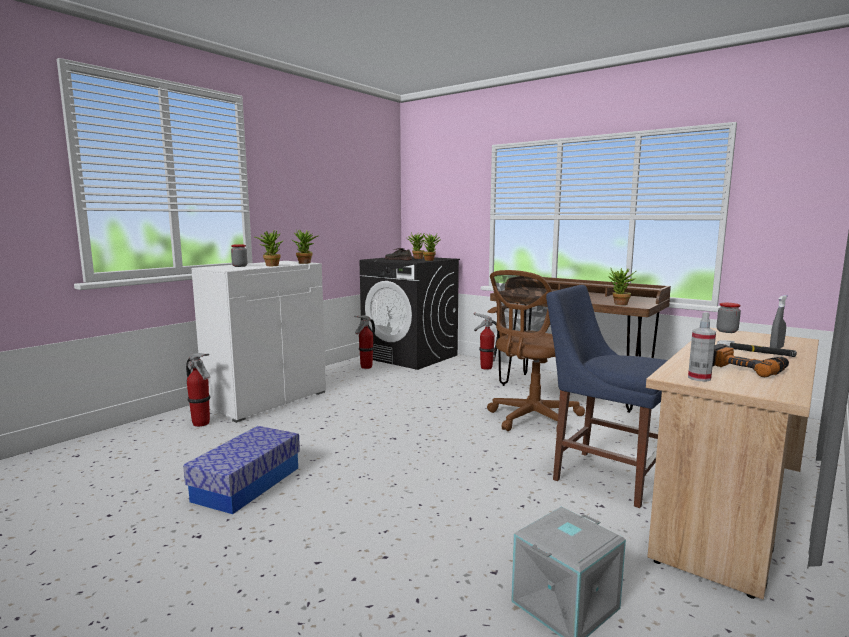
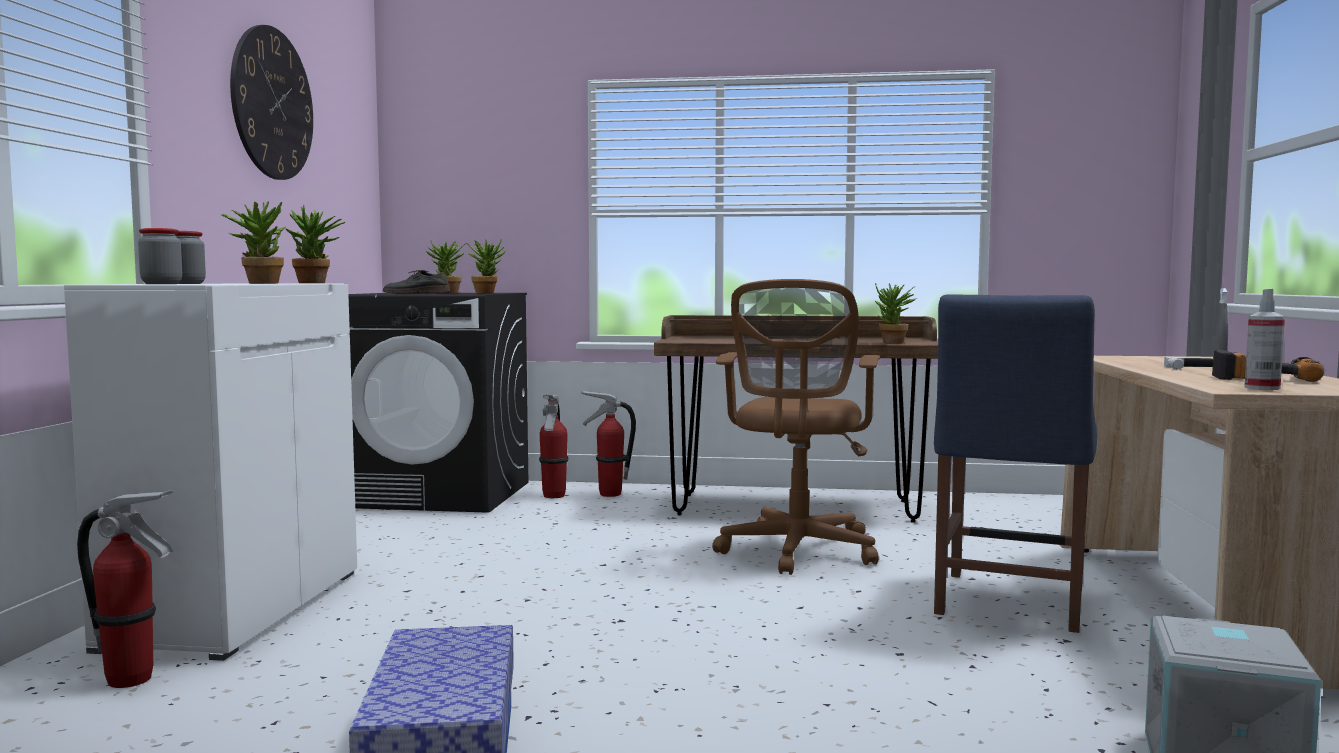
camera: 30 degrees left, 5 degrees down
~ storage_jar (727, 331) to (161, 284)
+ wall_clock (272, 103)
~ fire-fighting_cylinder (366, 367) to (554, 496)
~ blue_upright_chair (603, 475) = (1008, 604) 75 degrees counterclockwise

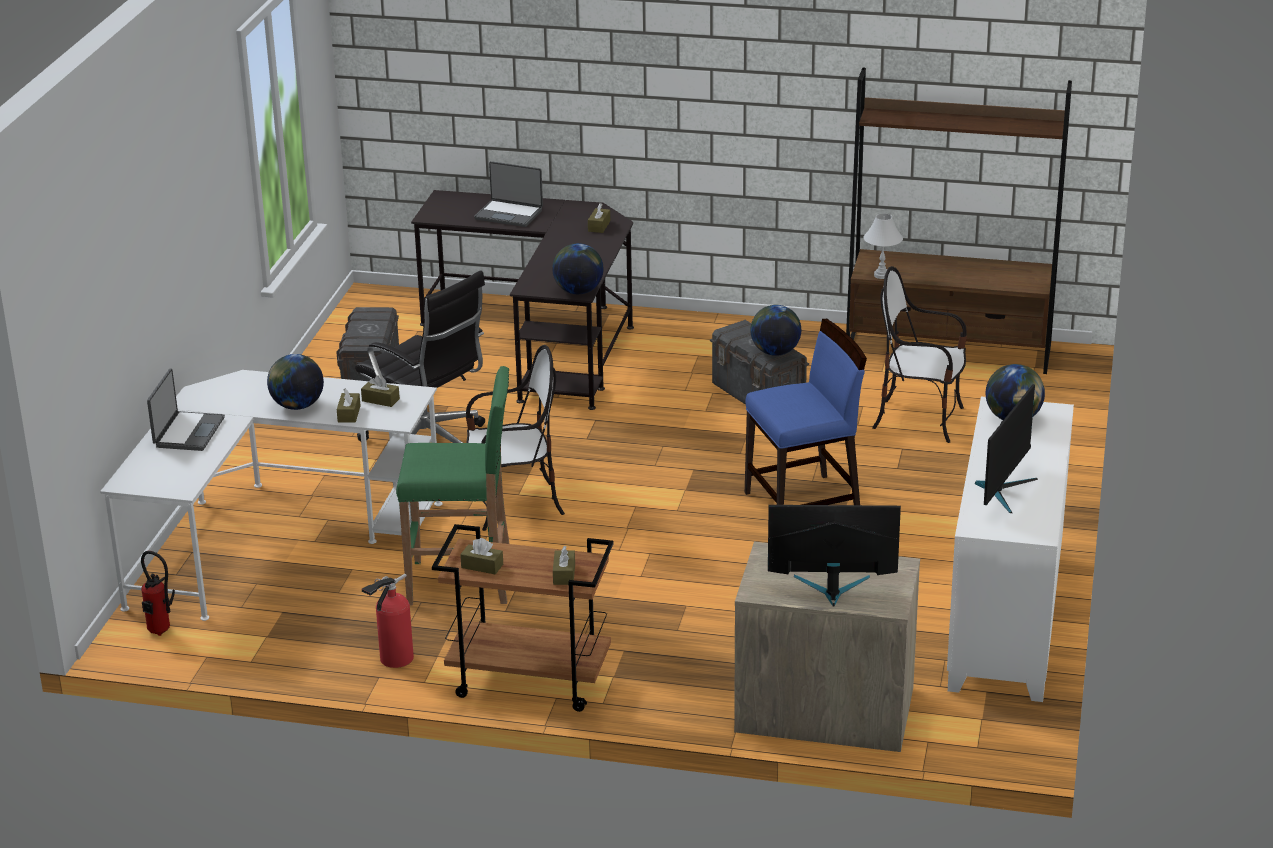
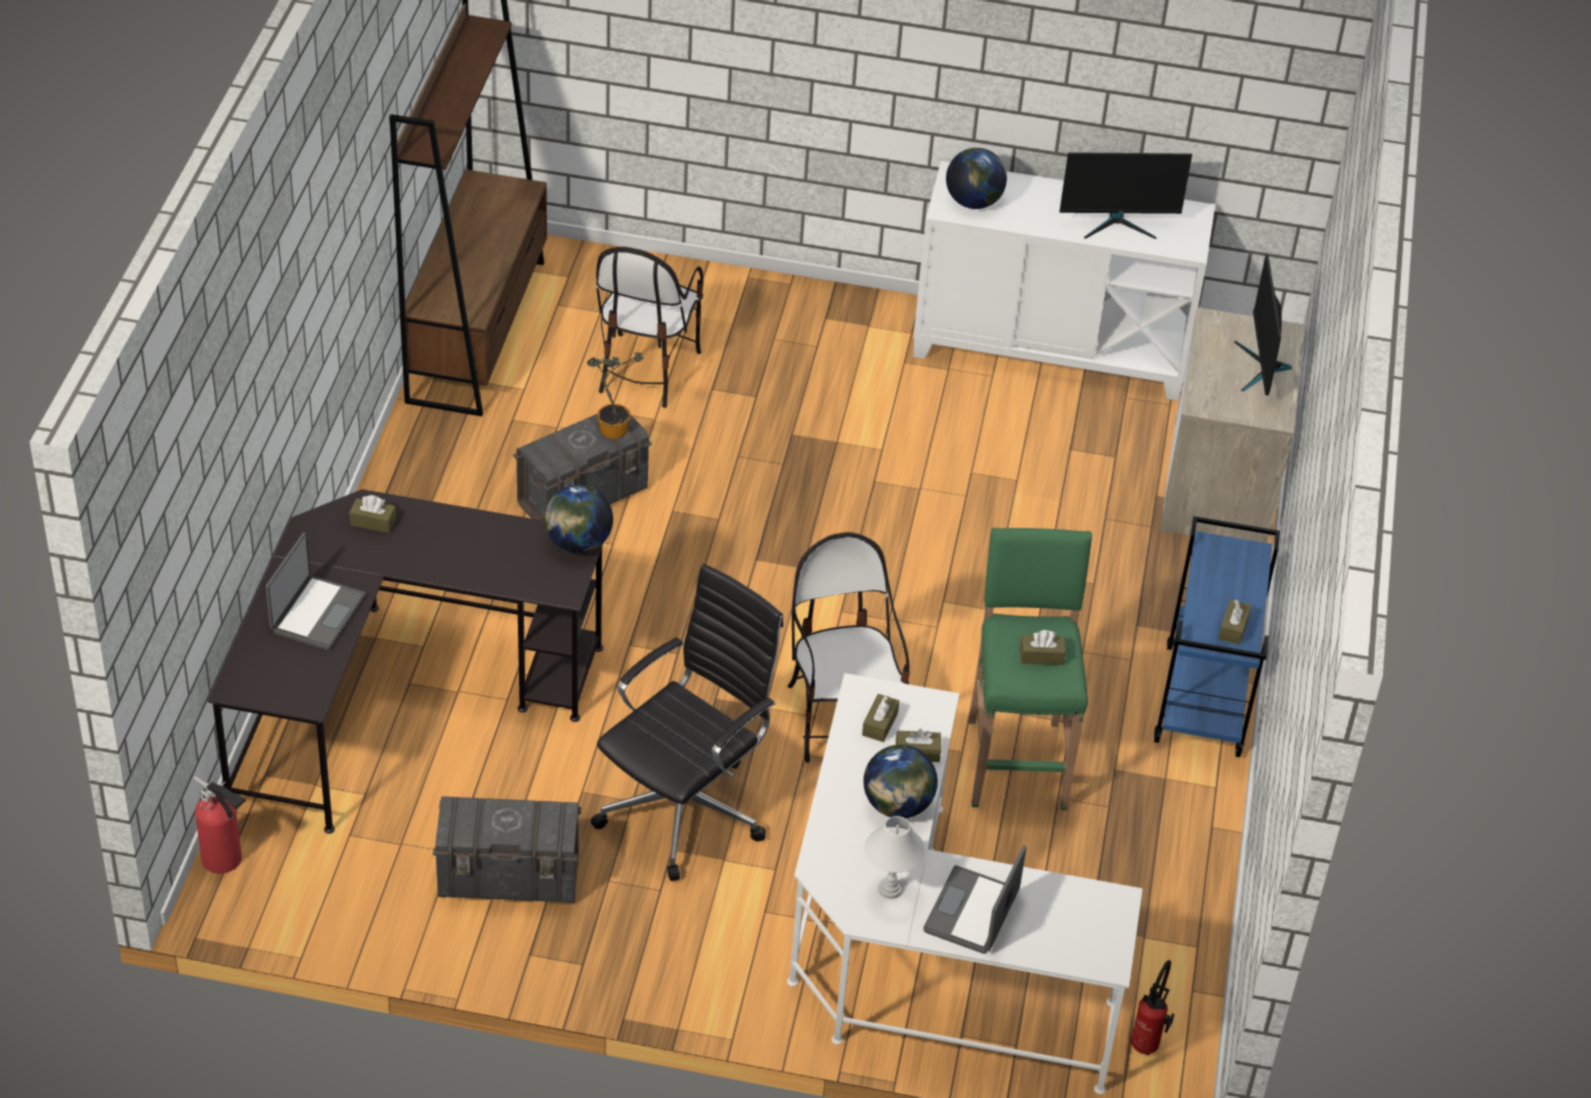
camera: 95 degrees left, 15 degrees up
~ fire-fighting_cylinder (393, 660) to (224, 861)
~ globe (775, 352) to potted_plant (611, 427)
~ whitish_table_lamp (881, 275) to (890, 890)
~ notebook_computer (188, 432) = (973, 912) 75 degrees counterclockwise
~ brownish_box_of_tissues (564, 574) to (1041, 656)
~ computer_display (1003, 490) = (1118, 224) 150 degrees clockwise
~ brownish_cart (527, 682) to blue_cart (1204, 701)
- blue_upright_chair (804, 504)

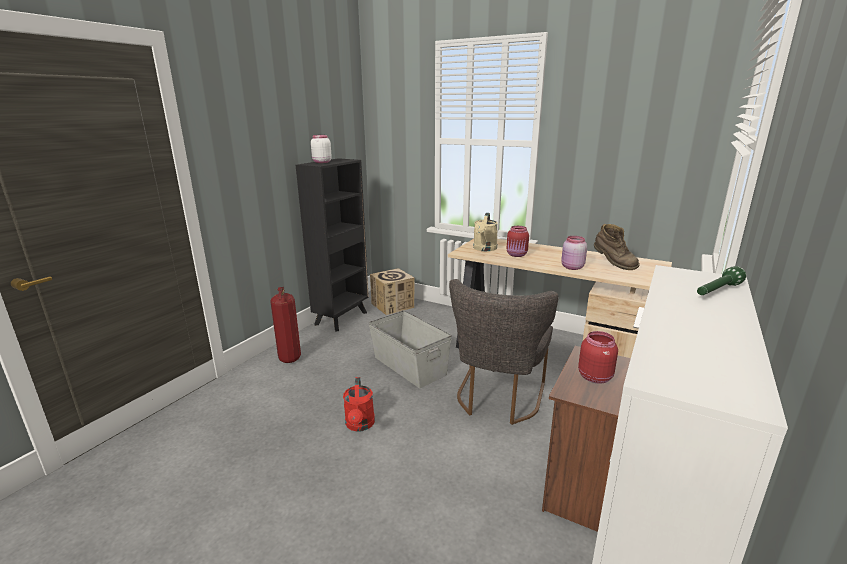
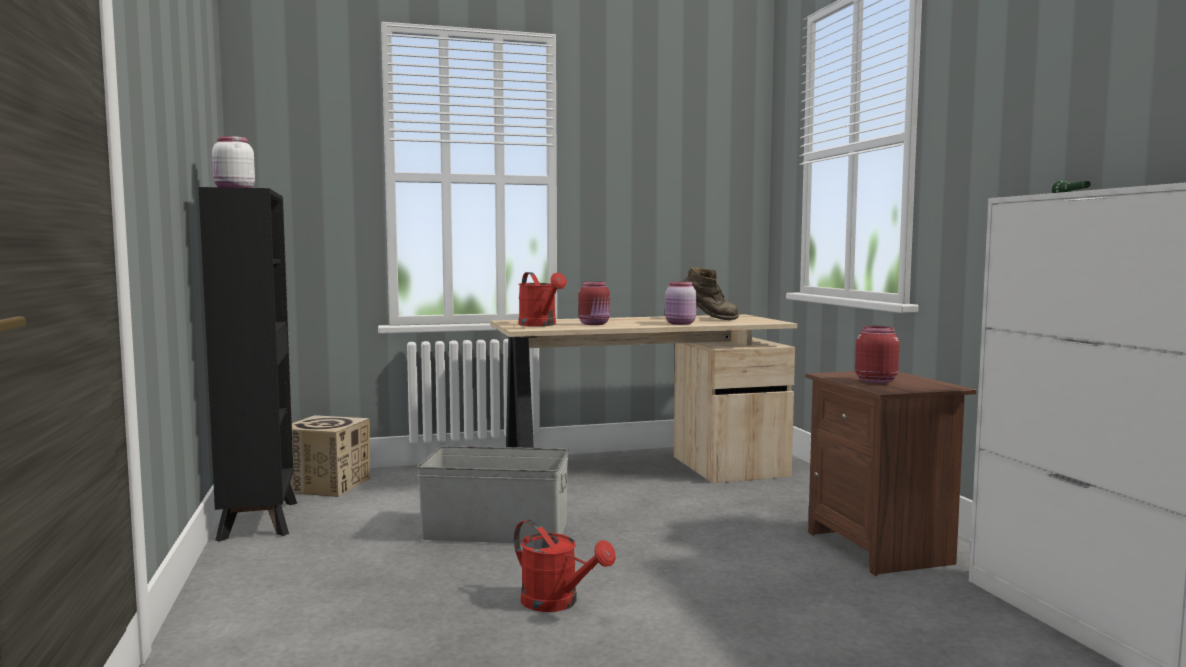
camera: 45 degrees left, 15 degrees down
~ sand-coloured_watering_can (484, 249) to red_watering_can (541, 325)
- fire-fighting_cylinder (289, 358)
- greyish_upright_chair (497, 399)

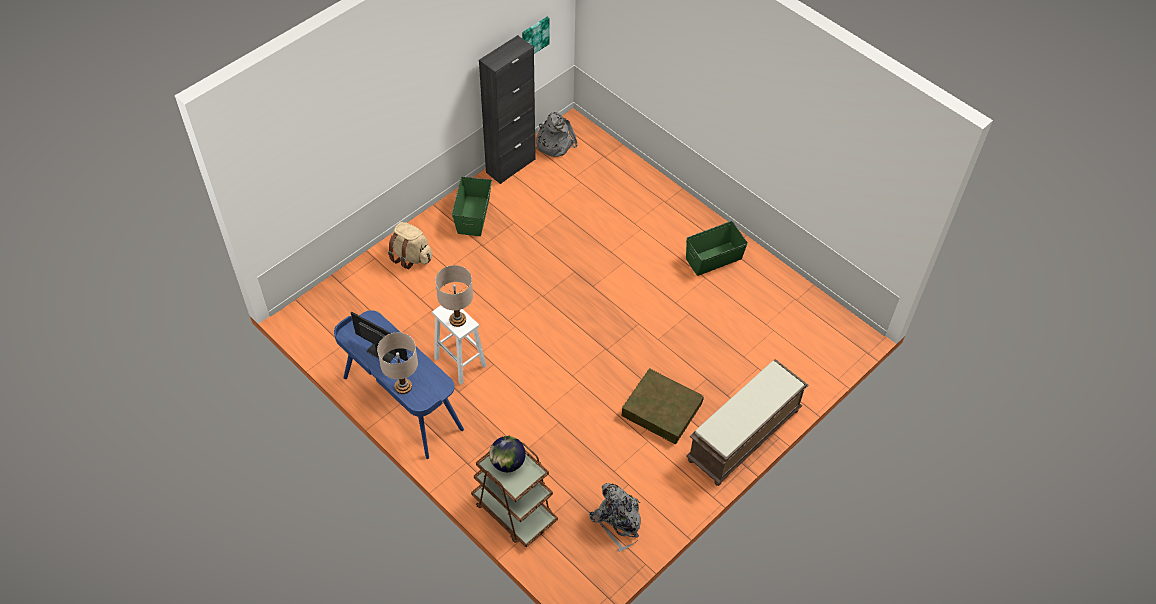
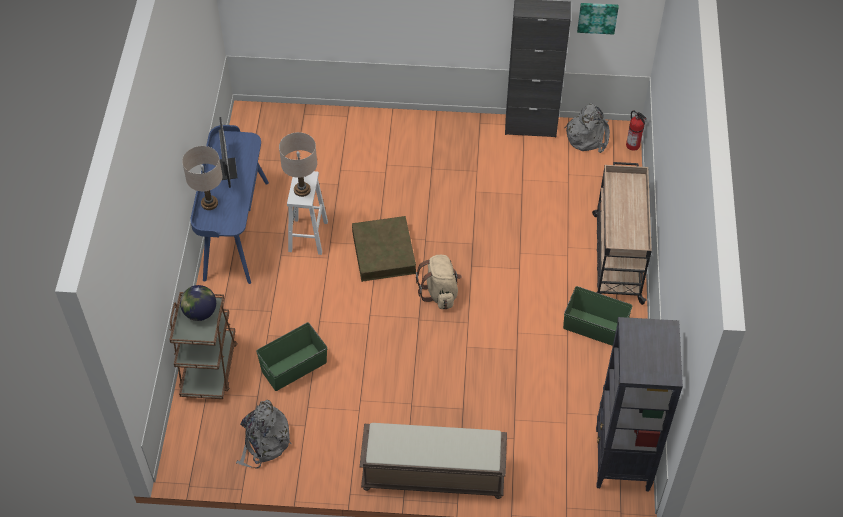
camera: 50 degrees right, 0 degrees up
~ greenish_storage_bin (473, 216) to (293, 366)
~ brownish_storage_bin (661, 409) to (384, 253)
~ sand-coloured_backpack (411, 256) to (440, 292)
+ sand-coloured_cart (617, 257)
+ black_shelving_unit (621, 460)
+ fire-fighting_cylinder (633, 145)

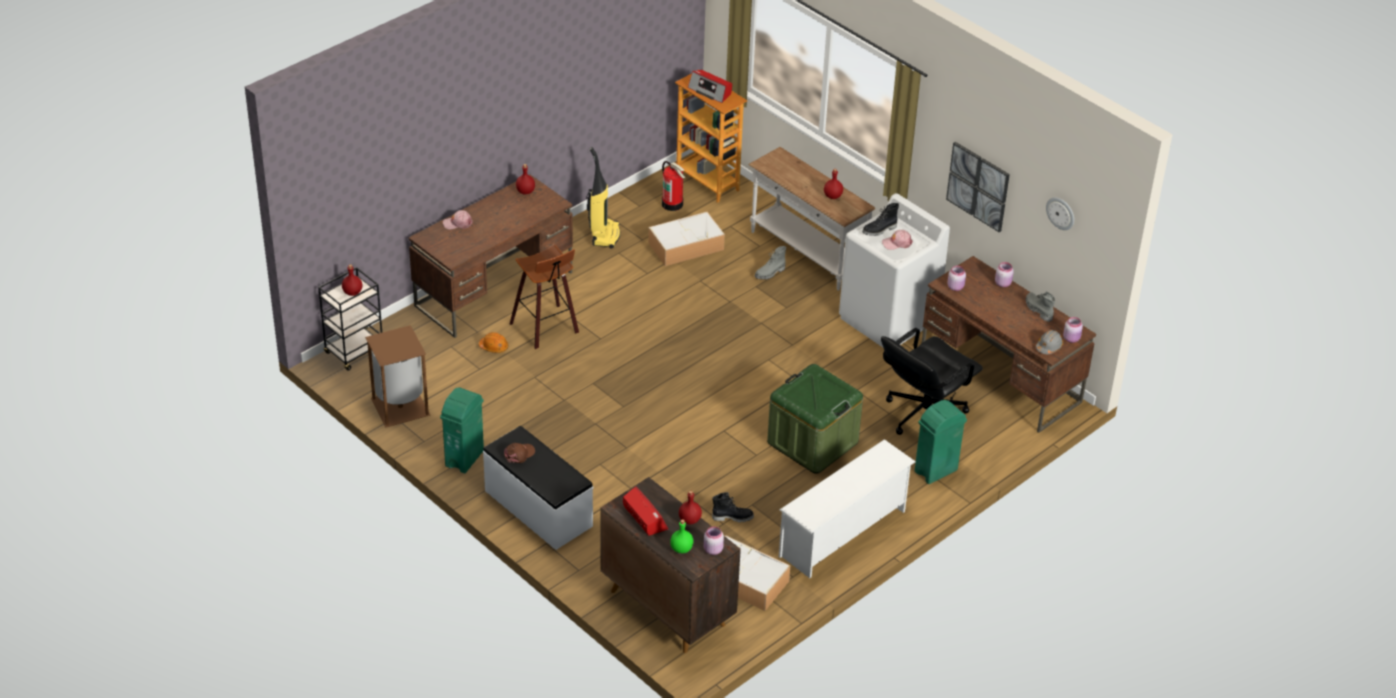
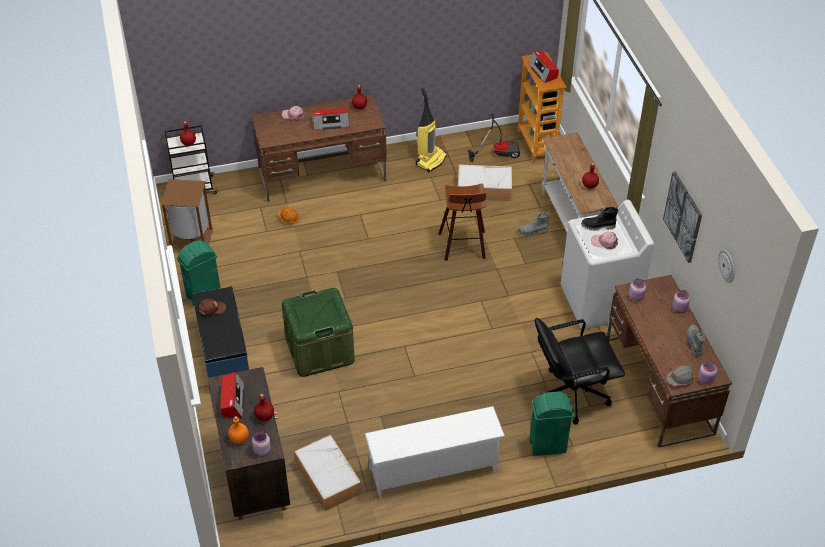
camera: 30 degrees right, 5 degrees up
~ whitish_long_seat (537, 509) to blue_long_seat (223, 355)
~ greenish_drink_bottle (681, 548) to orangey_drink_bottle (239, 438)
~ greenish_storage_bin (812, 442) to (319, 350)
+ radio_receiver (331, 123)
~ stool (547, 328) to (463, 247)
~ fire-fighting_cylinder (672, 204) to vacuum (498, 153)
- black_boot (732, 517)

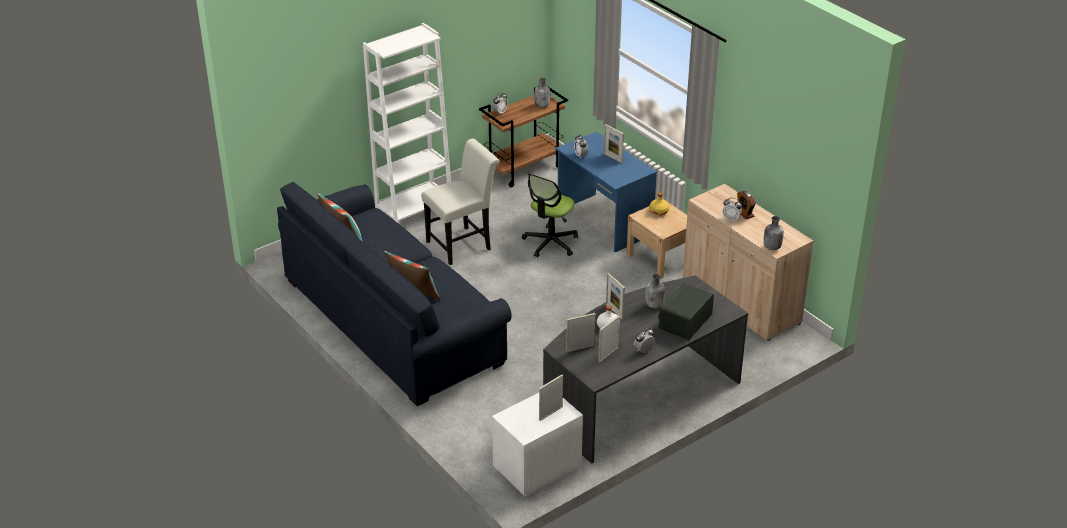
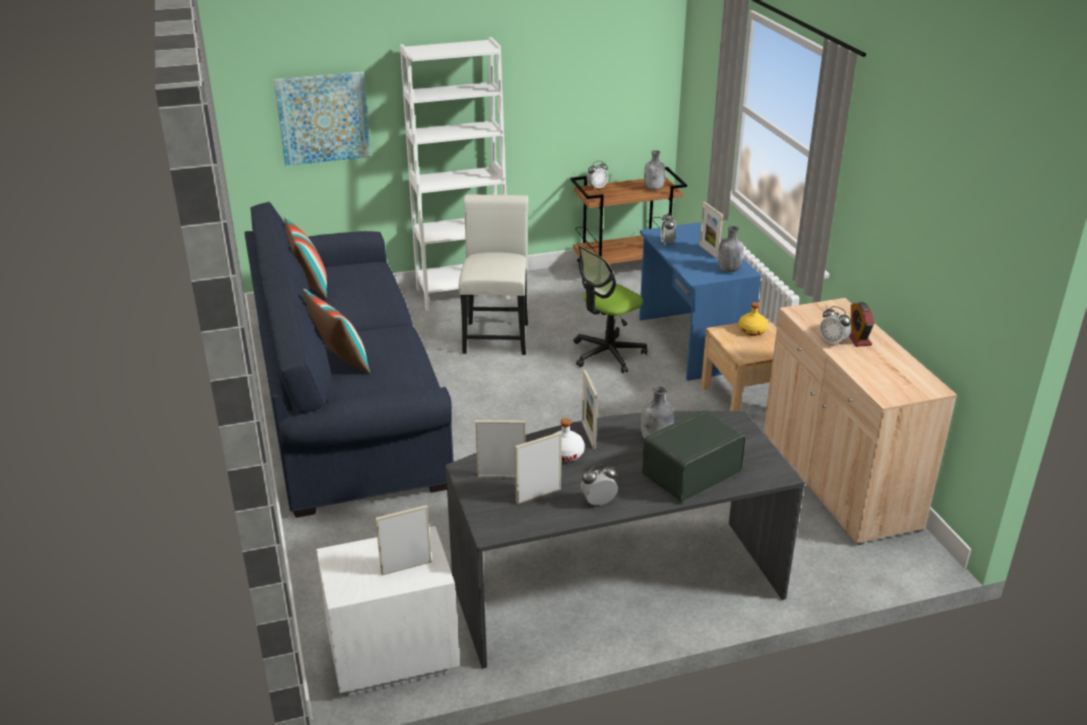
camera: 20 degrees right, 5 degrees down
+ wall_picture (323, 118)
~ whitish_upright_chair (462, 244) = (496, 335) 75 degrees counterclockwise
~ greyish_drink_bottle (771, 247) to (728, 269)

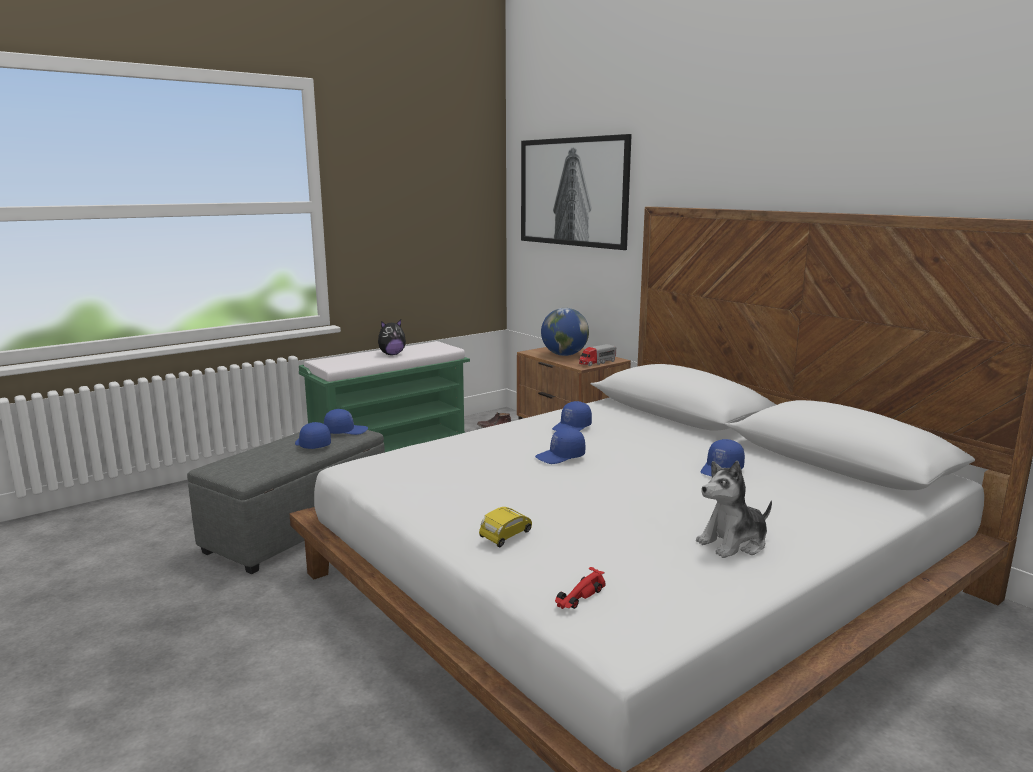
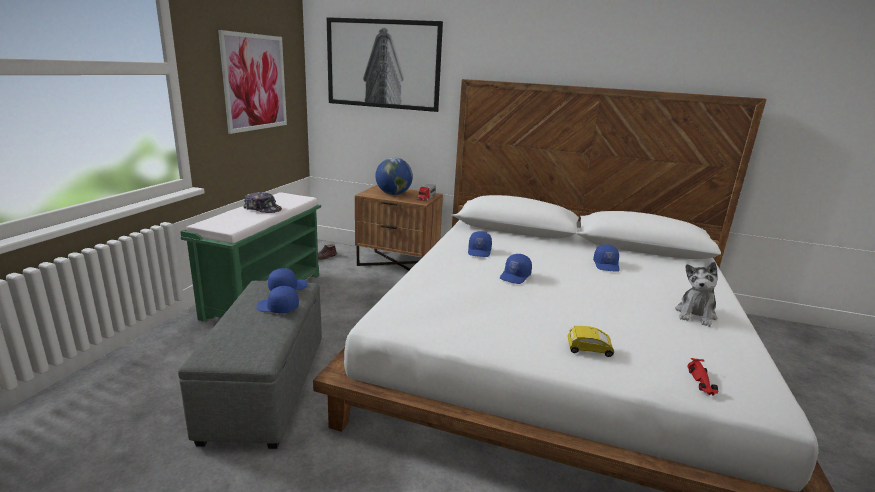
camera: 35 degrees left, 5 degrees up
+ wall_picture (255, 82)
~ soft_toy (391, 354) to cap (263, 209)
~ yellow-coloured_toy_car (507, 537) = (589, 350) 90 degrees clockwise

